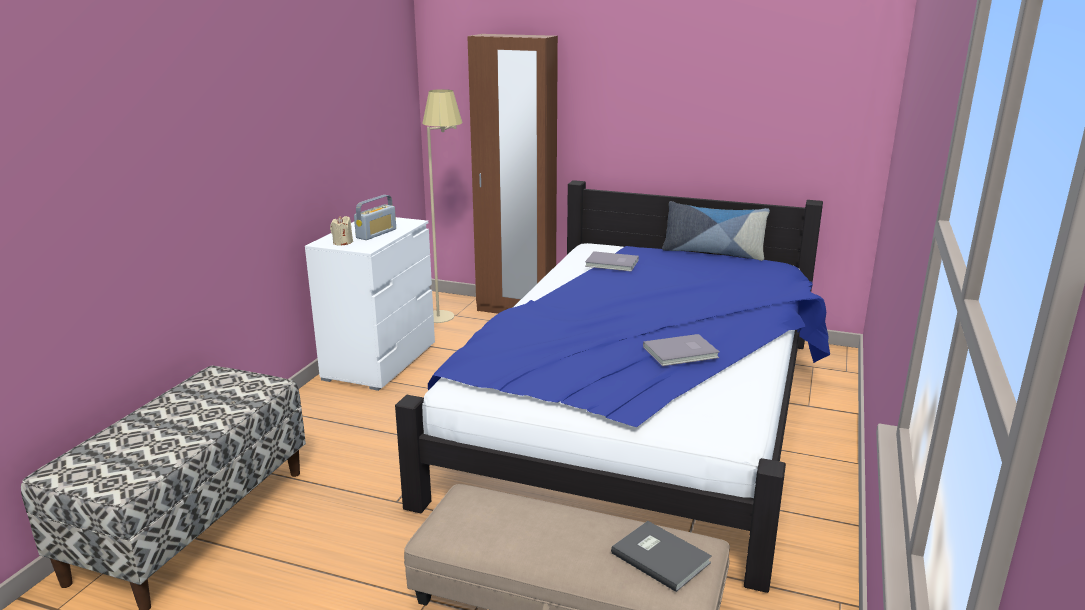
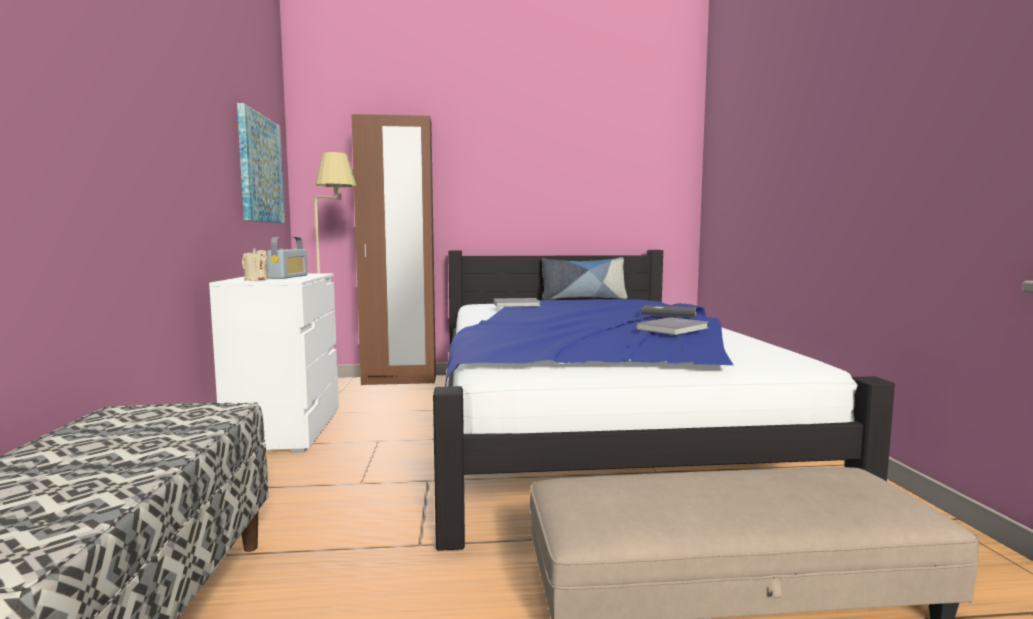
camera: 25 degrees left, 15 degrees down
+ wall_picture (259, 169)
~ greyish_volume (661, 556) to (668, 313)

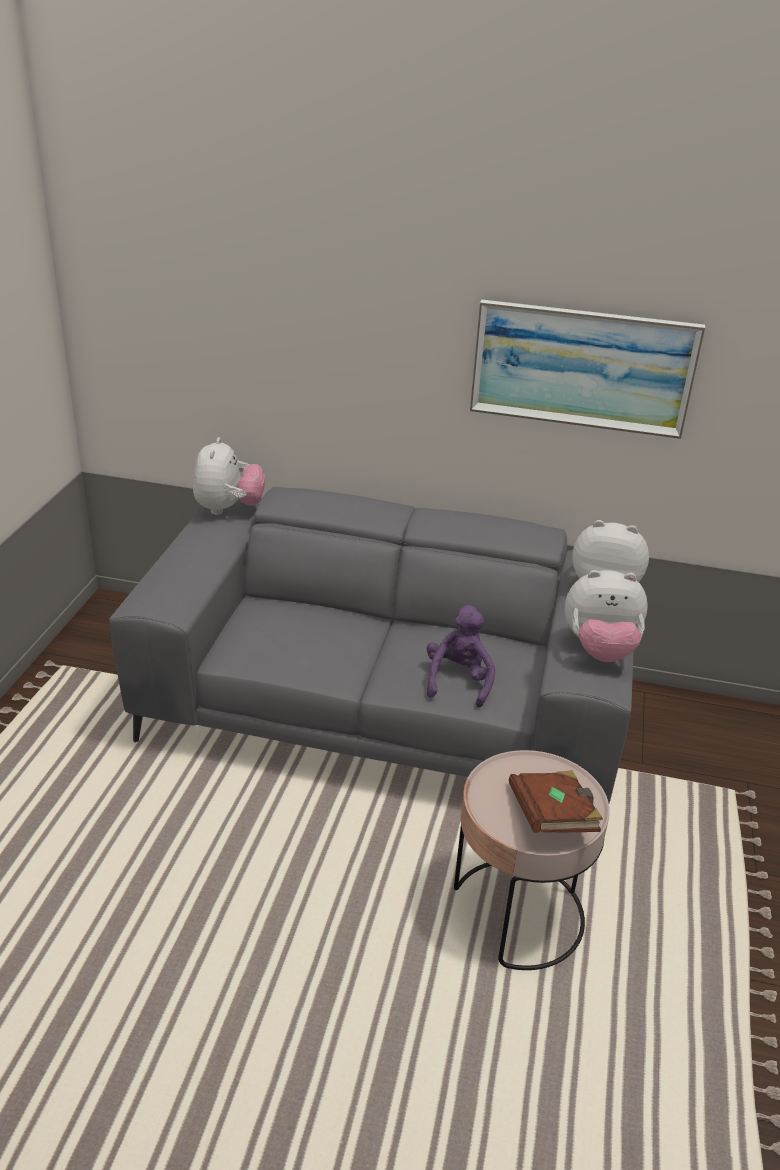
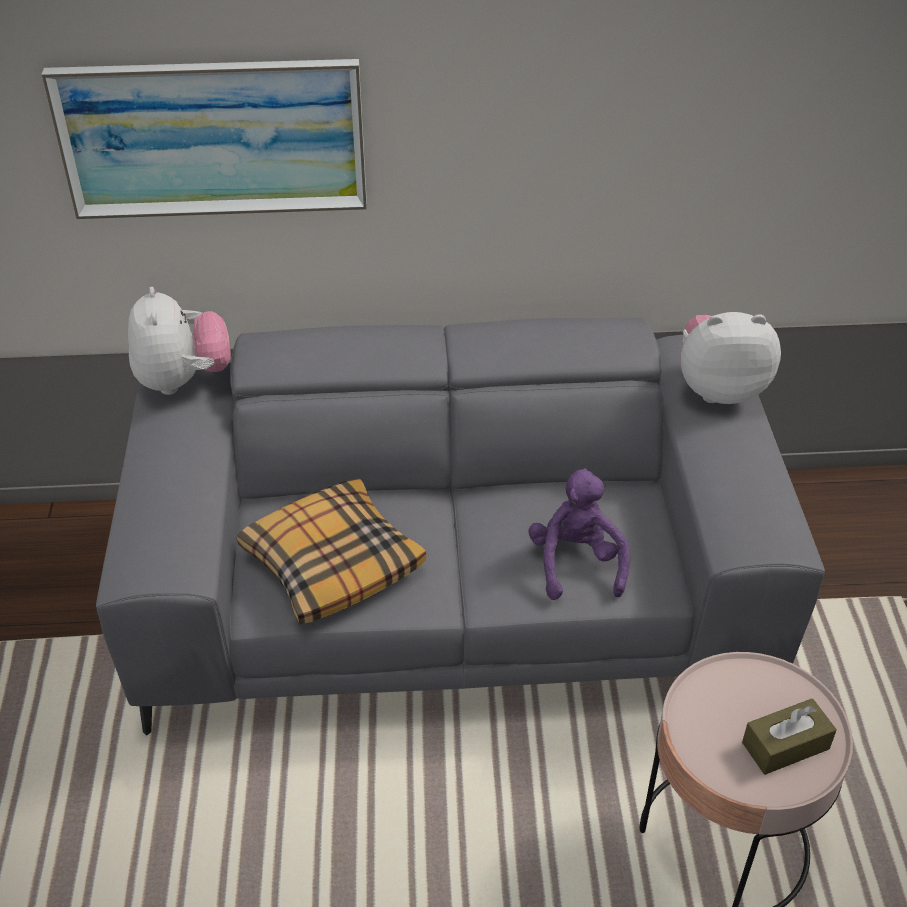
camera: 15 degrees left, 10 degrees up
~ wall_picture (582, 368) to (213, 138)
+ throw_pillow (332, 562)
~ brownish_volume (553, 817) to brownish_box_of_tissues (785, 745)
- soft_toy (600, 650)

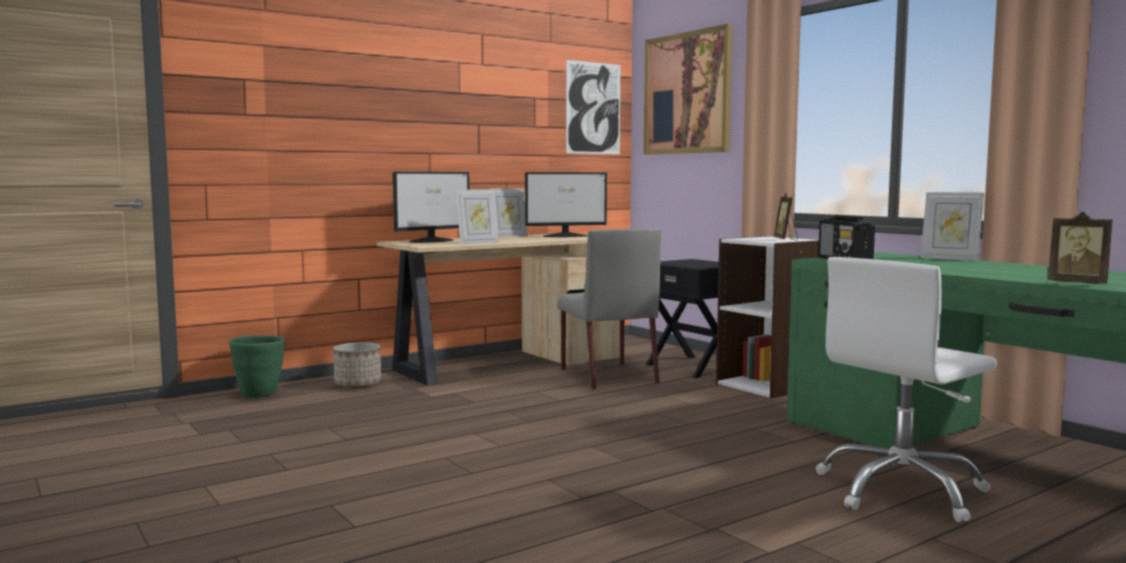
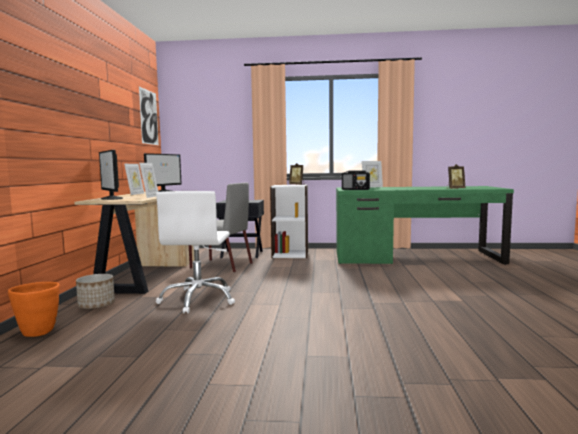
camera: 50 degrees left, 0 degrees up
~ greenish_plant_pot (259, 394) to orangey_plant_pot (38, 332)
~ computer_display (432, 241) = (111, 198) 150 degrees clockwise
~ whitish_computer_chair (901, 490) to (198, 299)
- wall_picture (687, 93)

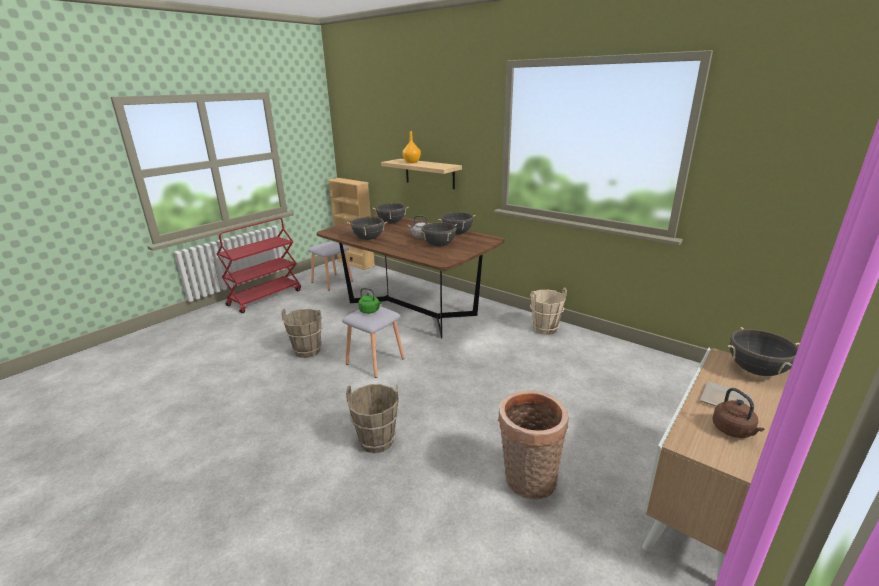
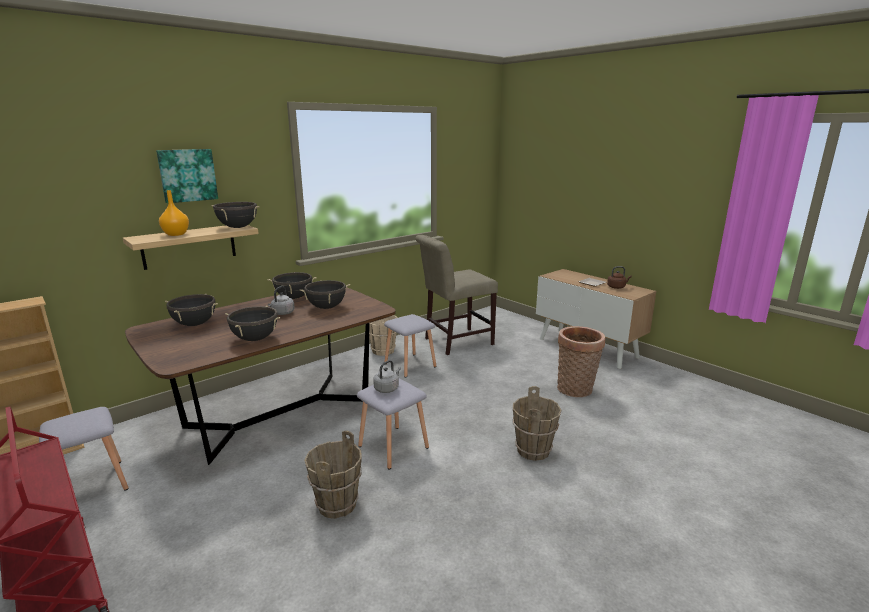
camera: 80 degrees left, 5 degrees down
+ wall_picture (187, 175)
~ black_saucepot (755, 371) to (237, 227)
~ greenish_tea_kettle (370, 311) to greyish_tea_kettle (387, 388)
+ greyish_stool (411, 365)
+ sand-coloured_upright_chair (455, 342)

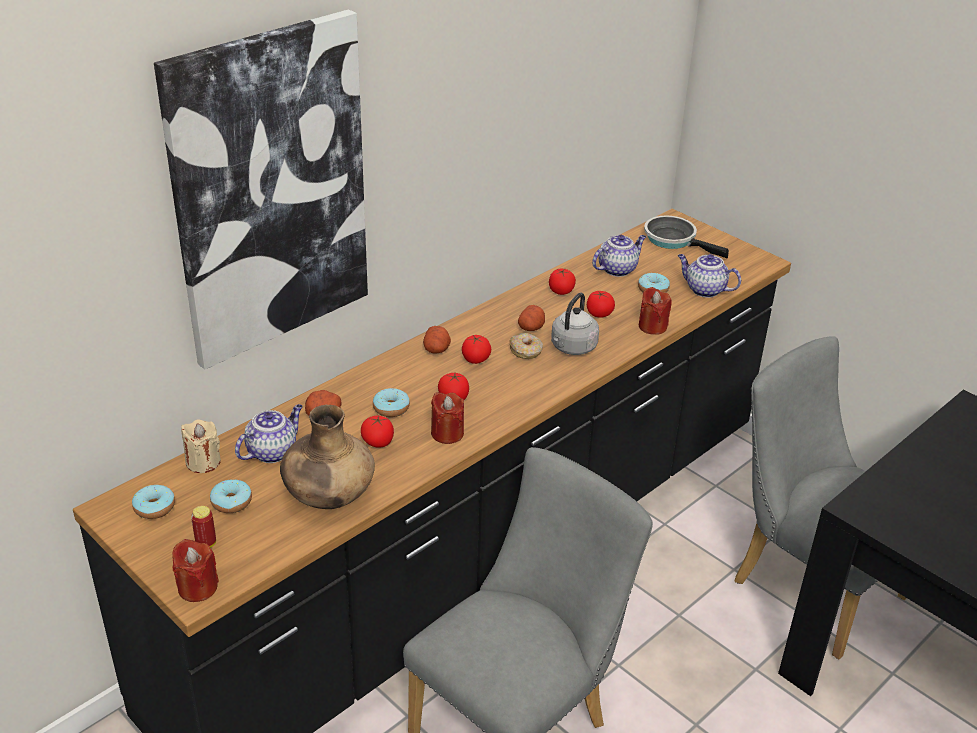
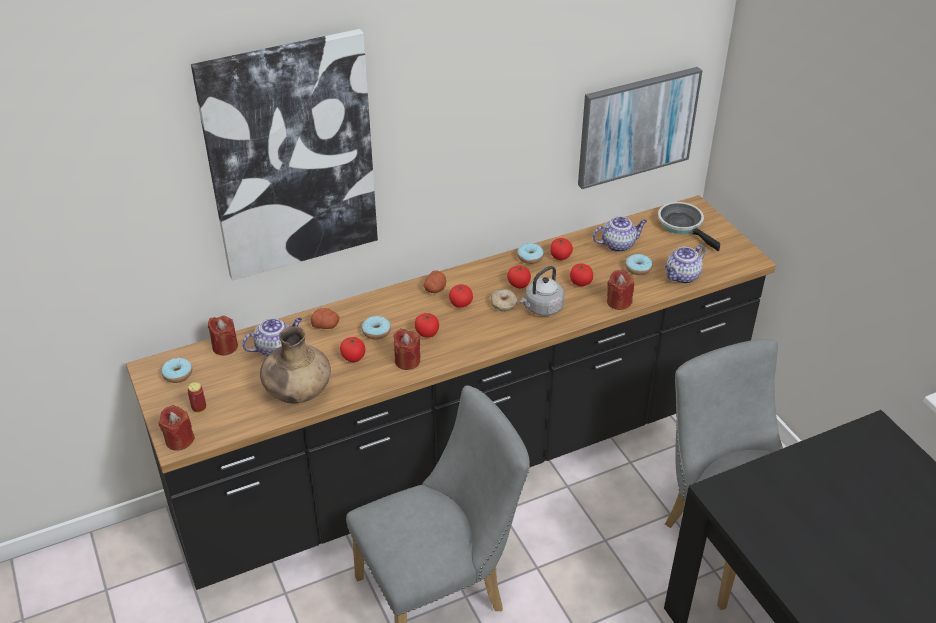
camera: 20 degrees right, 5 degrees up
~ sand-coloured_wax_light (203, 462) to red_wax_light (225, 347)
~ potato (531, 327) to tomato (518, 284)
~ ring_doughnut (231, 502) to (530, 257)
+ wall_picture (637, 126)
~ pot_for_tea (704, 290) = (682, 277) 90 degrees counterclockwise

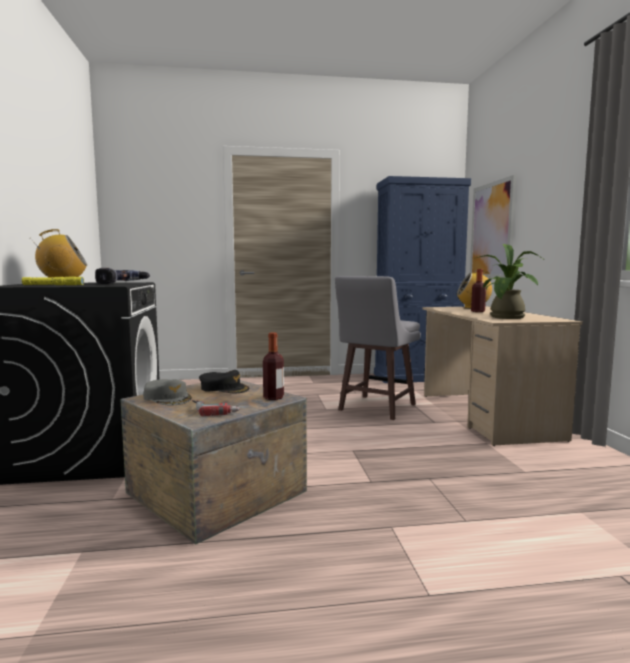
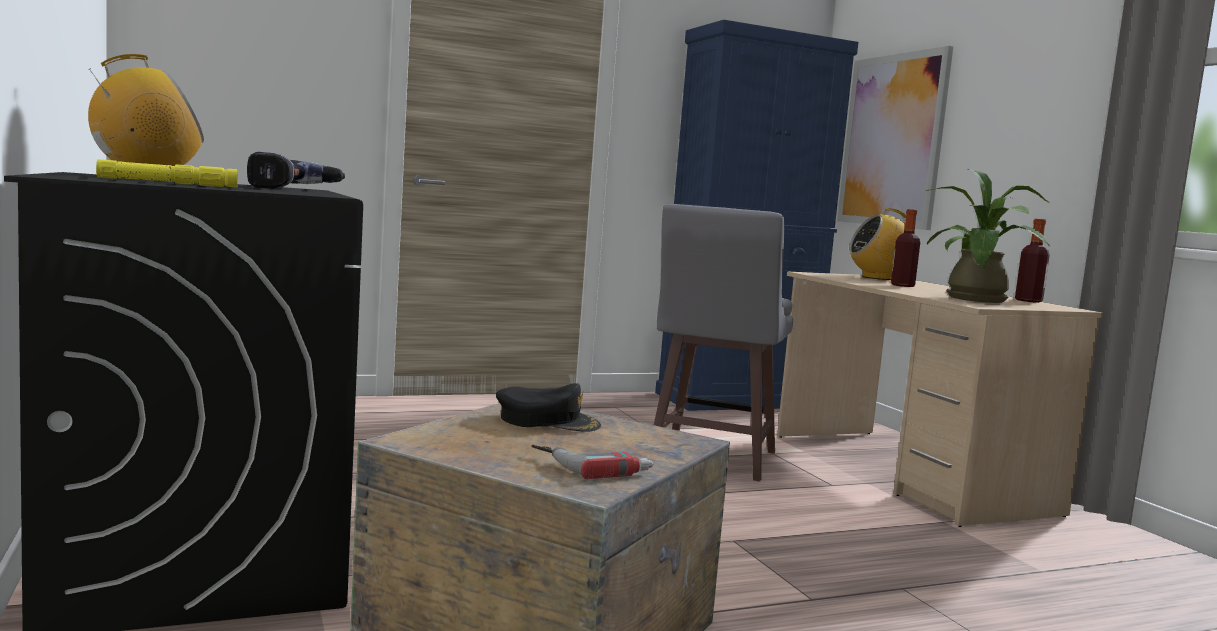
camera: 15 degrees left, 0 degrees up
~ drink_bottle (273, 397) to (1028, 301)
- greyish_cap (168, 398)

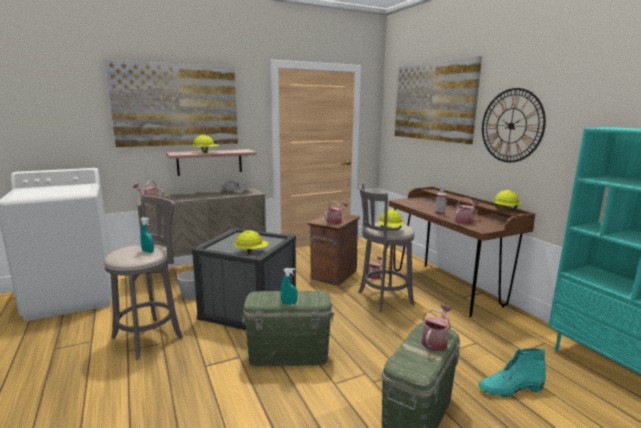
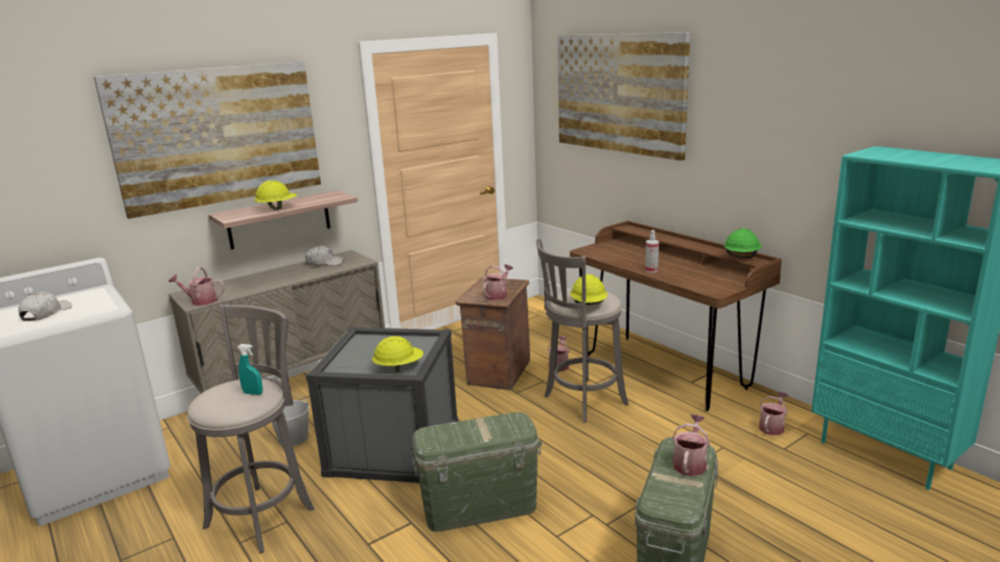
camera: 10 degrees left, 5 degrees up
+ whitish_cap (46, 314)
~ yellow-coloured_hard_hat (505, 210) to greenish_hard_hat (741, 256)
~ watering_can (465, 221) to (772, 426)
- blue-green_hand_sprayer (289, 303)
- blue-green_boot (510, 388)
- wall_clock (511, 125)

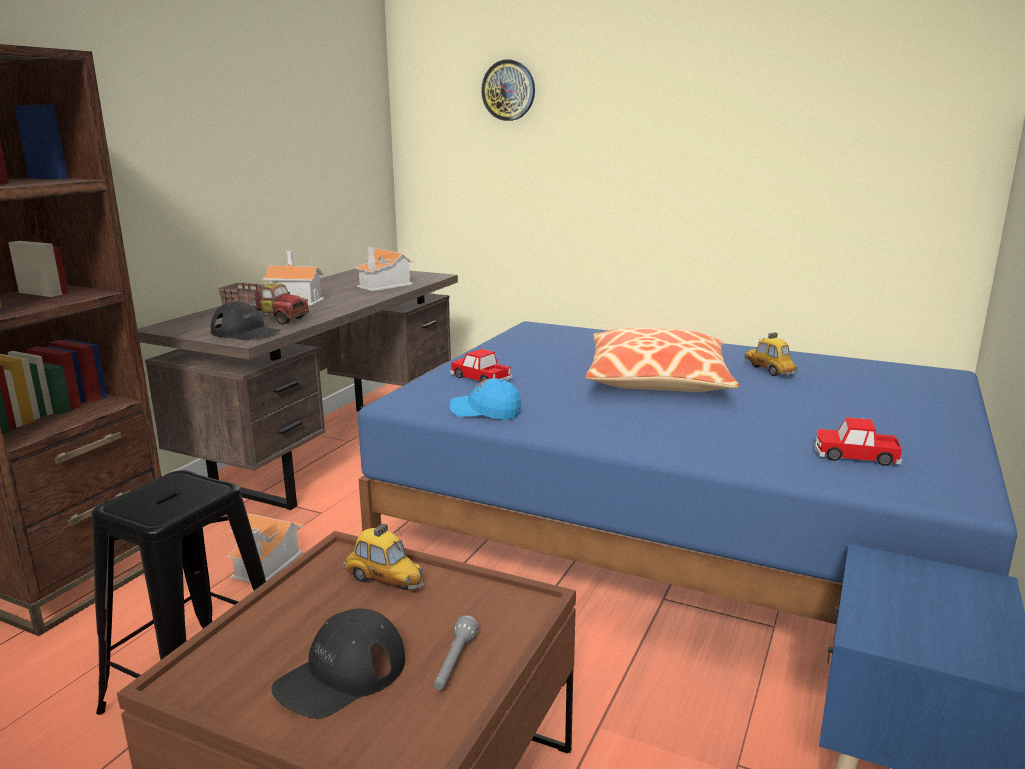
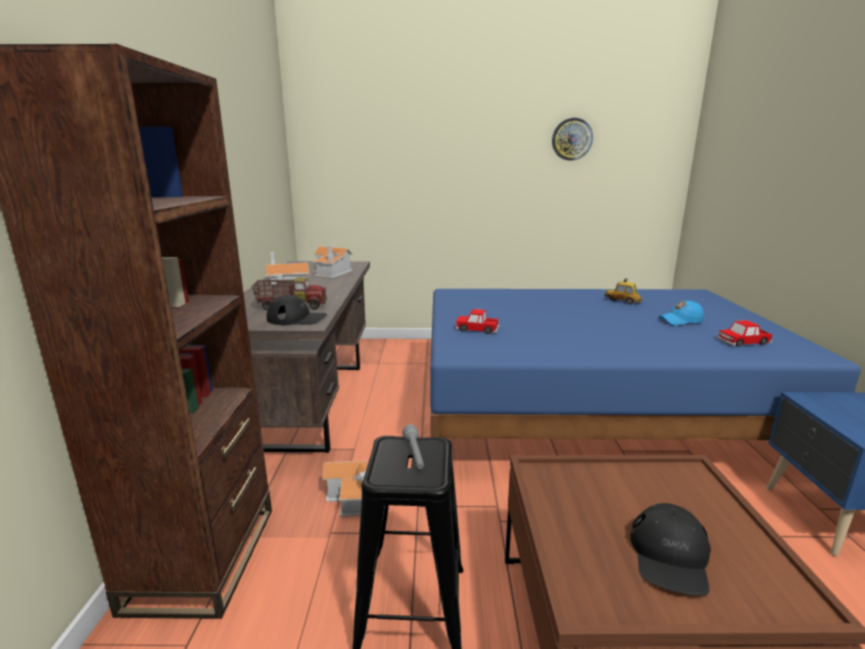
camera: 25 degrees left, 0 degrees up
~ greyish_flashlight (454, 664) to (415, 454)
~ wall_clock (508, 90) to (572, 139)
~ blue_cap (485, 412) to (680, 321)
- toy_car (384, 581)
- throw_pillow (657, 379)

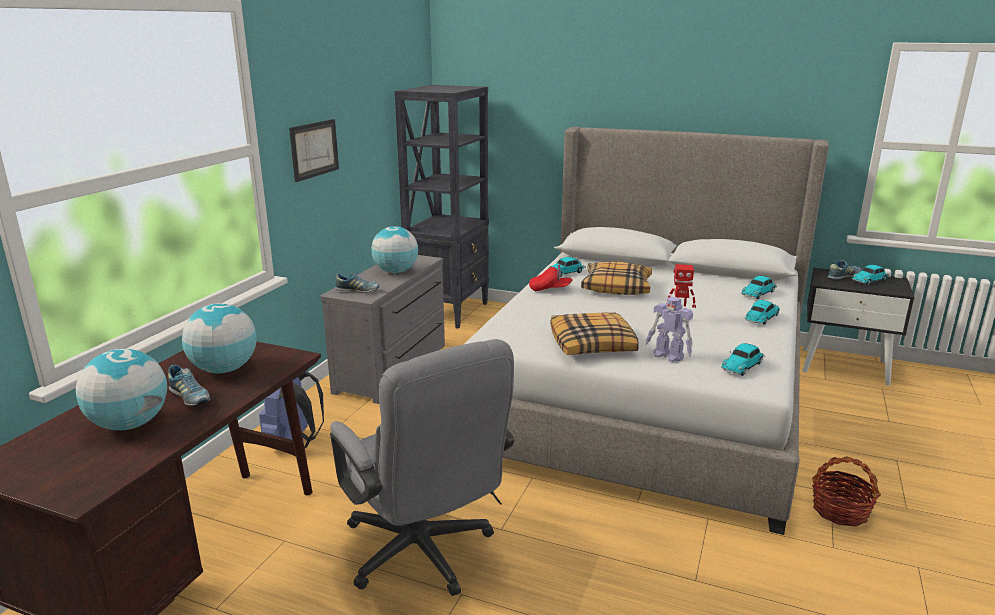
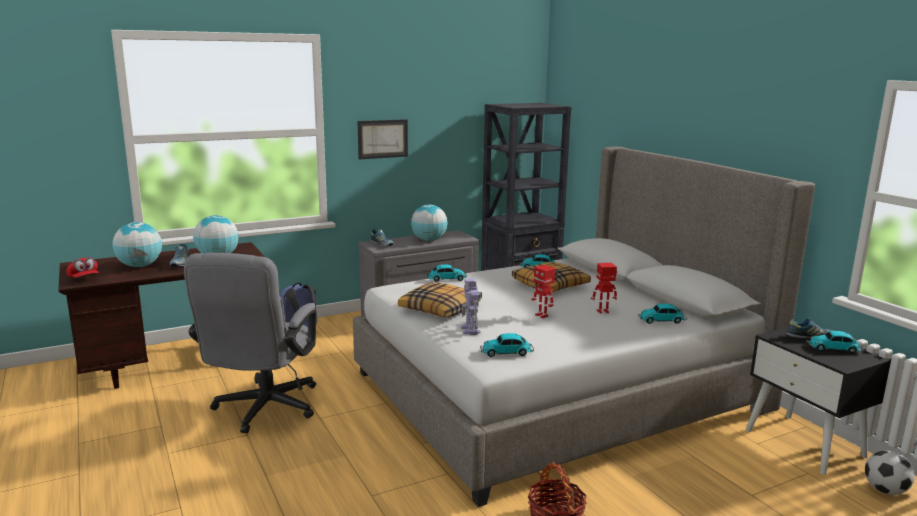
camera: 40 degrees right, 5 degrees down
~ red_cap (550, 289) to (84, 279)
~ toy_car (761, 318) to (445, 279)
+ model_robot (603, 312)
+ ball_for_football (885, 490)

